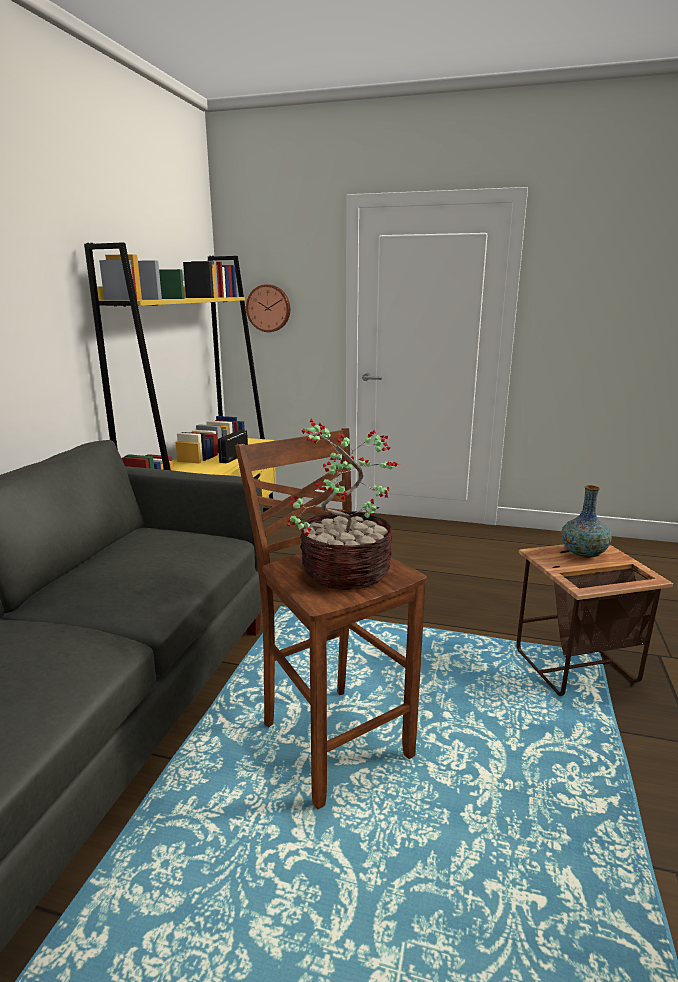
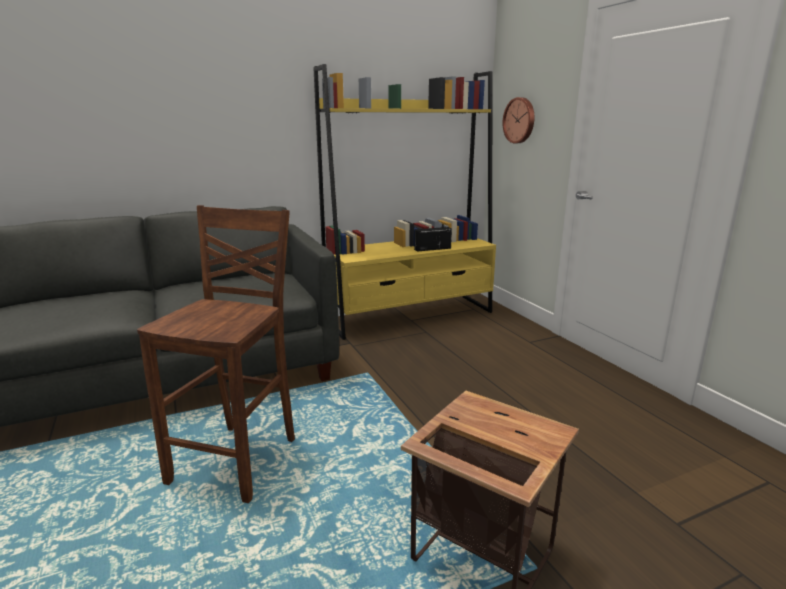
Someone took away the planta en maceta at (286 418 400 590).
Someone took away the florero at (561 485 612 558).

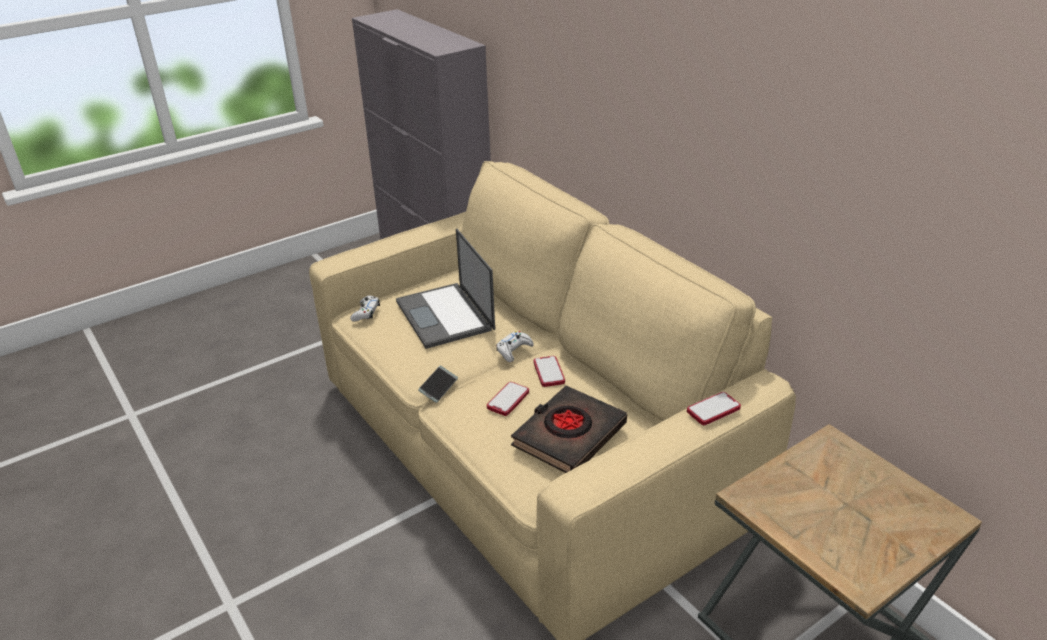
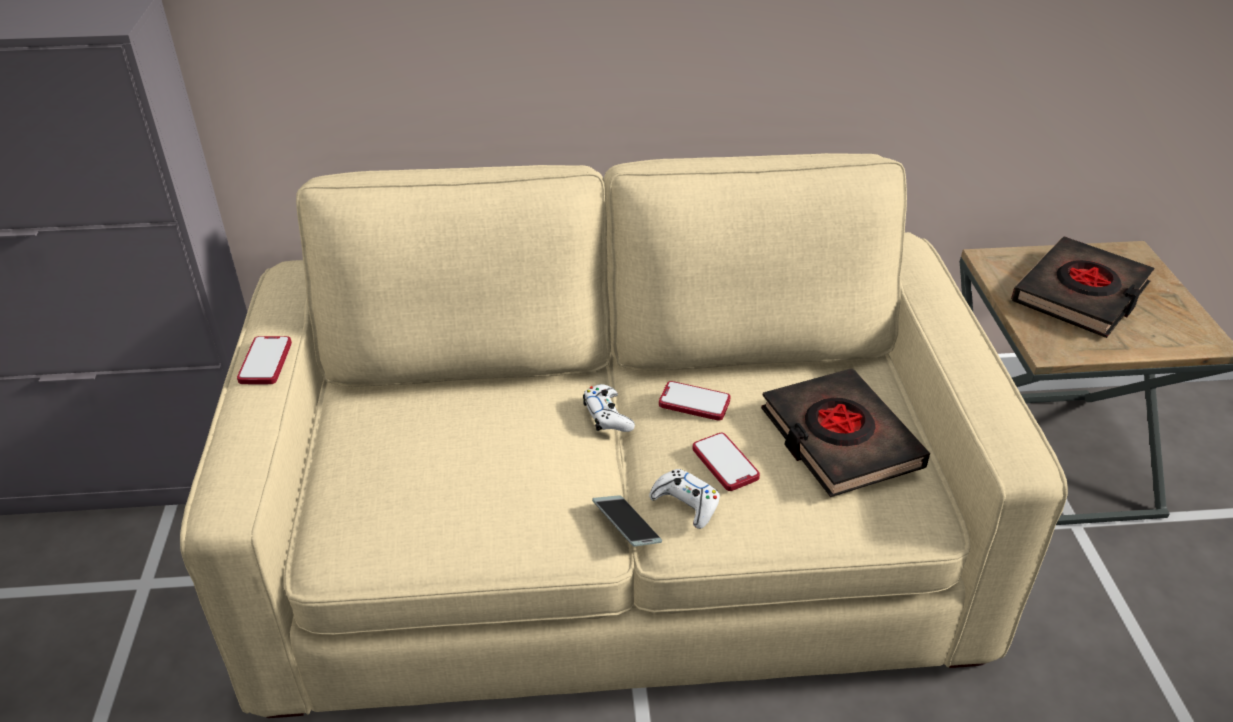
Someone carried the mando de consola (blanco) from (350 295 380 321) to (649 469 720 529).
Someone took away the portátil at (396 229 495 349).
Someone carried the móvil from (687 392 741 425) to (237 336 292 384).
Someone put down the libro (negro) at (1011 237 1154 338).

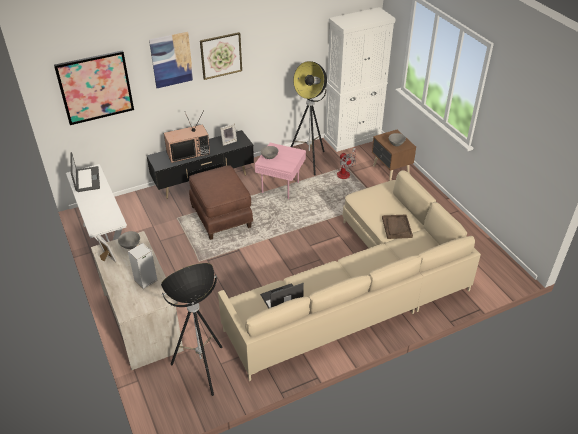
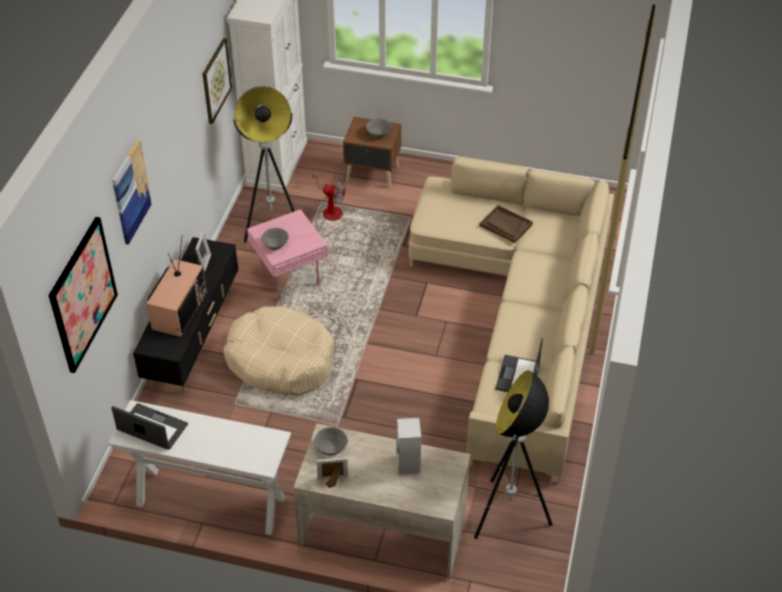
Someone swapped the puf (marrón) at (189 165 253 240) for the cama para perro (beis) at (223 306 334 395).
Someone carried the cuadro from (200 32 242 80) to (203 38 232 124).

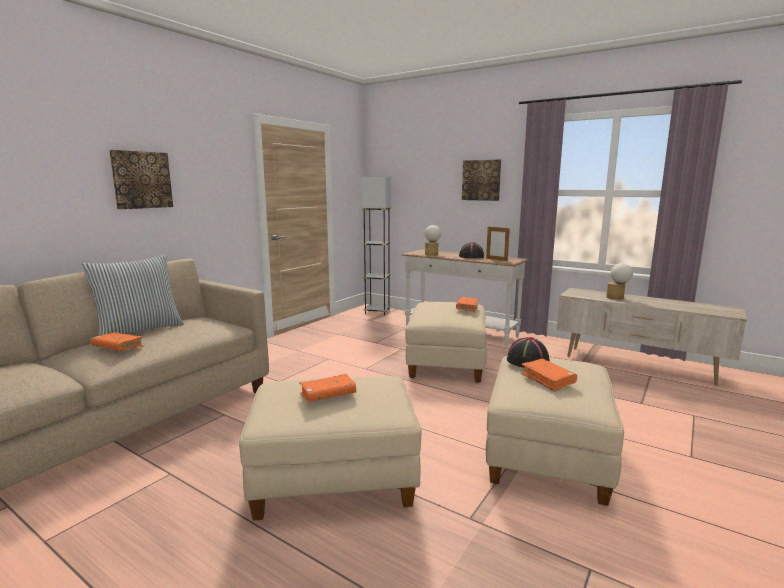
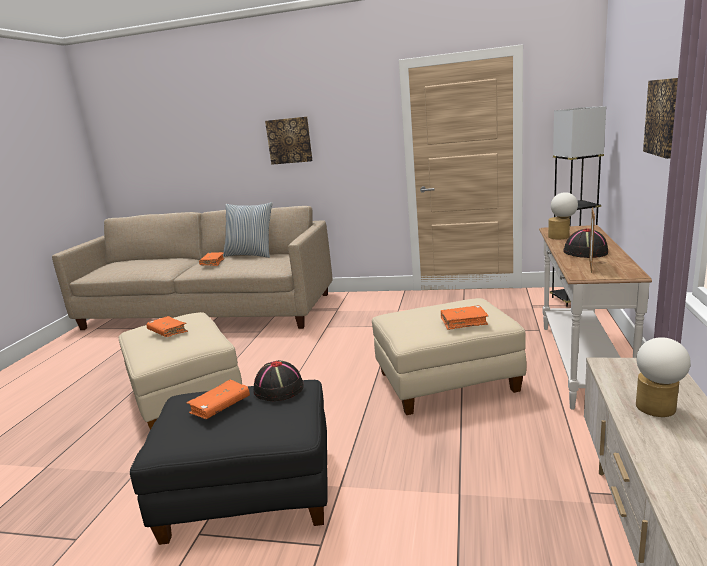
Someone repainted the puf (beis) at (486 356 624 506), which became the puf (negro) at (130 380 328 545).

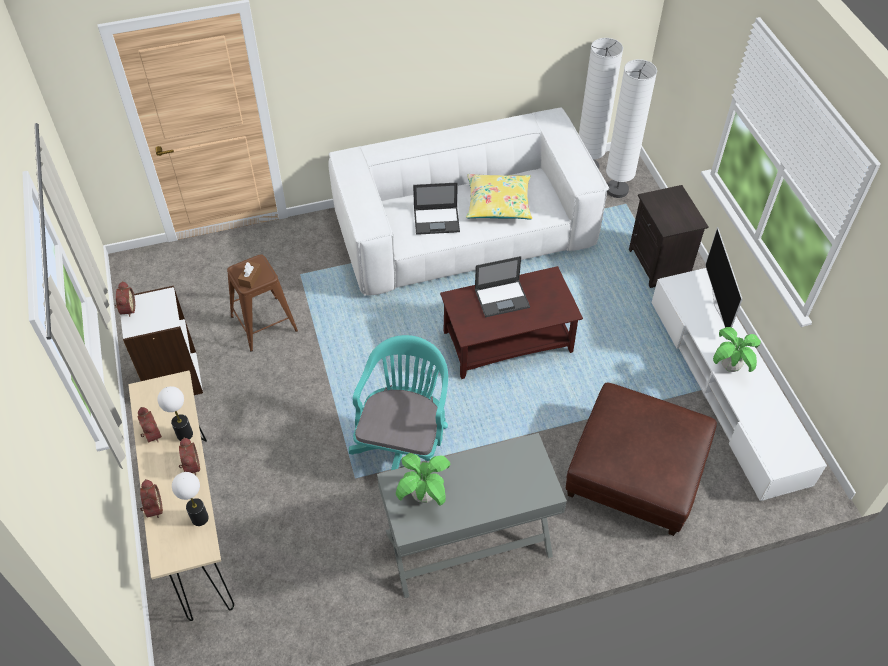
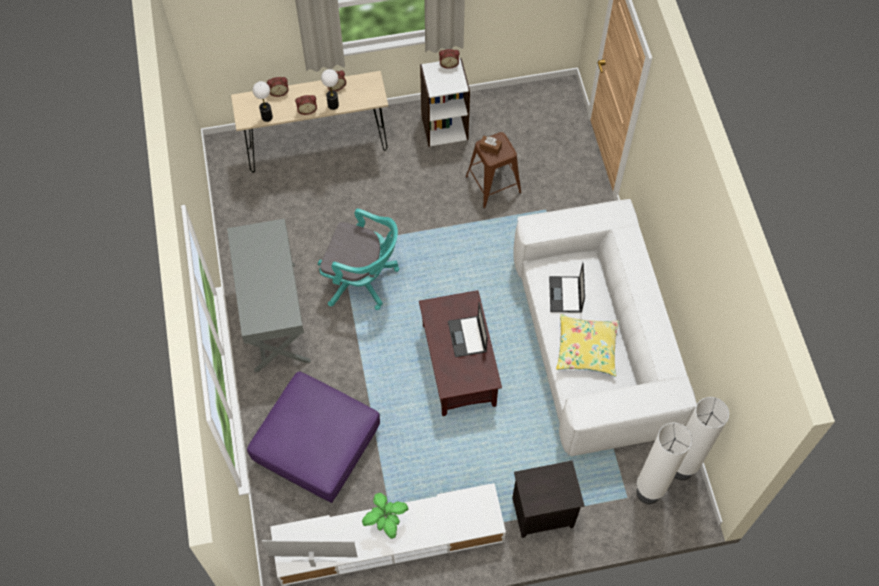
Someone took away the planta en maceta at (396 453 450 506).
Someone repainted the puf (marrón) at (566 382 717 536), which became the puf (morado) at (247 371 380 503).
Someone carried the televisor from (705 227 743 328) to (262 540 357 567).

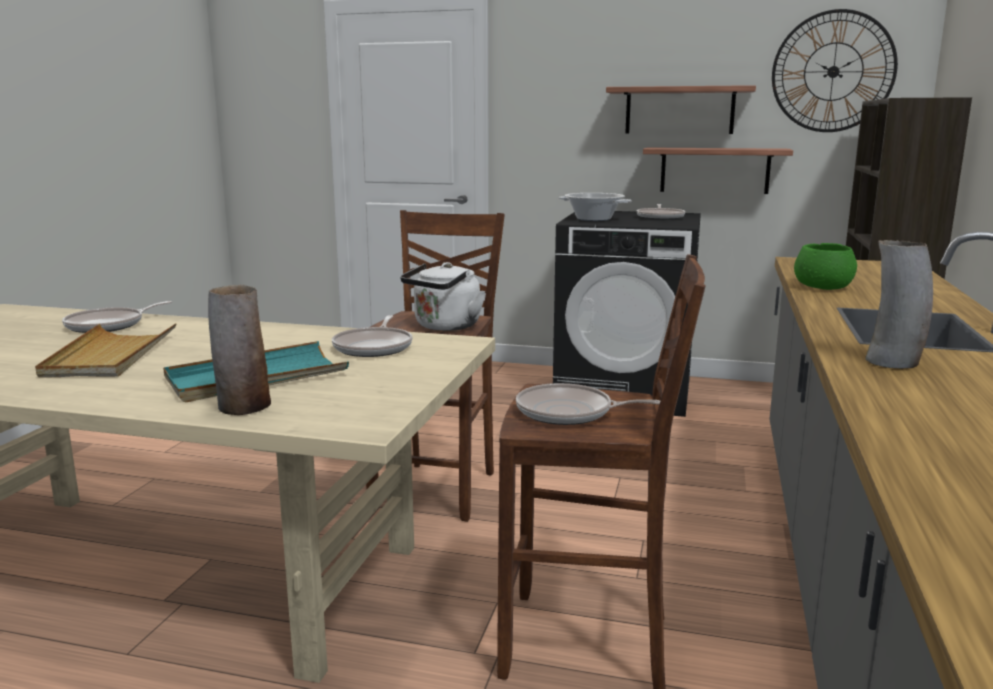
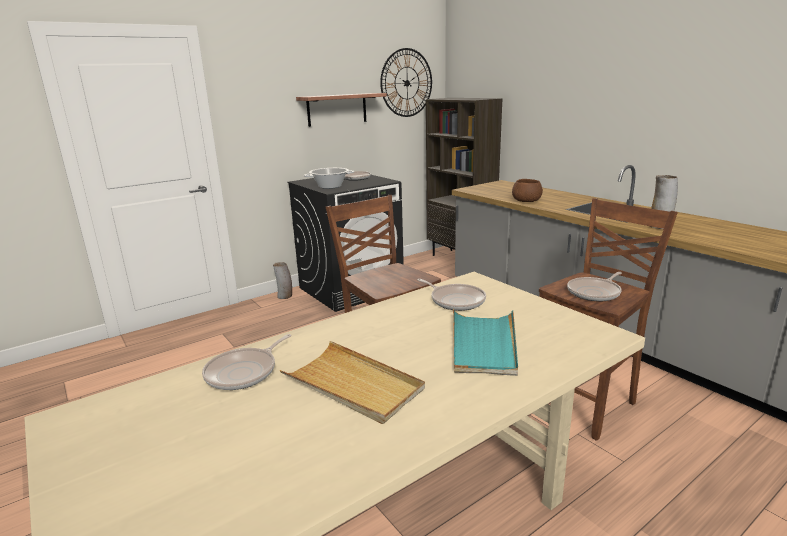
Someone rotated the sartén at (62 301 172 333) by 45 degrees clockwise.
Someone carried the florero from (208 285 271 415) to (273 262 292 299).
Someone took away the hervidor (blanco) at (400 262 485 331).
Someone took away the estante at (643 147 793 194).
Someone repainted the cuenco (verde) at (794 243 857 290), which became the cuenco (marrón) at (512 179 543 202).

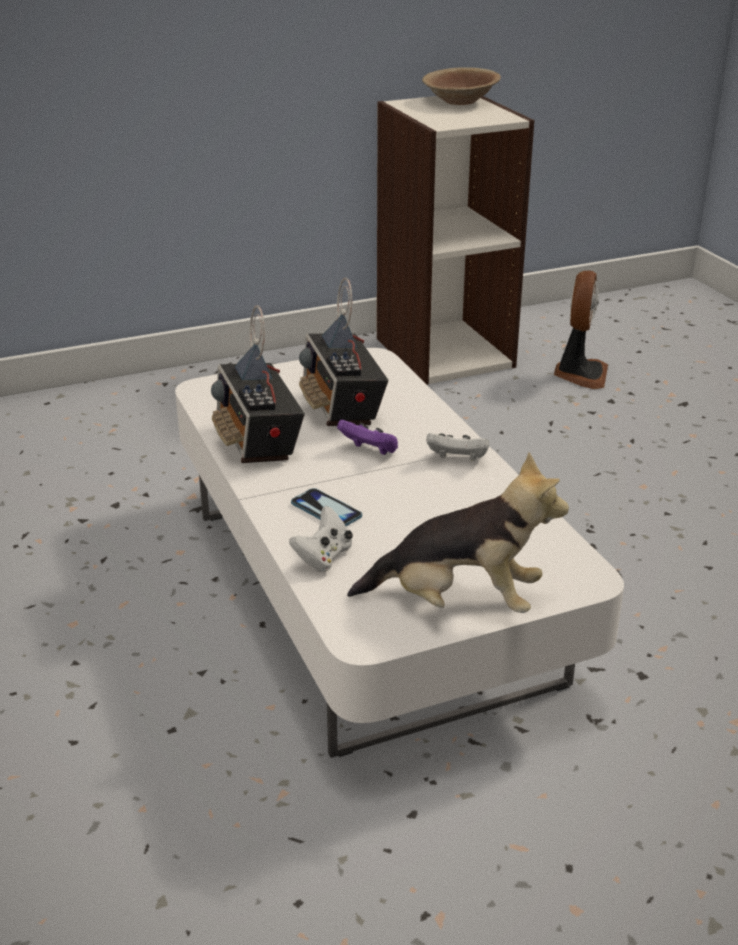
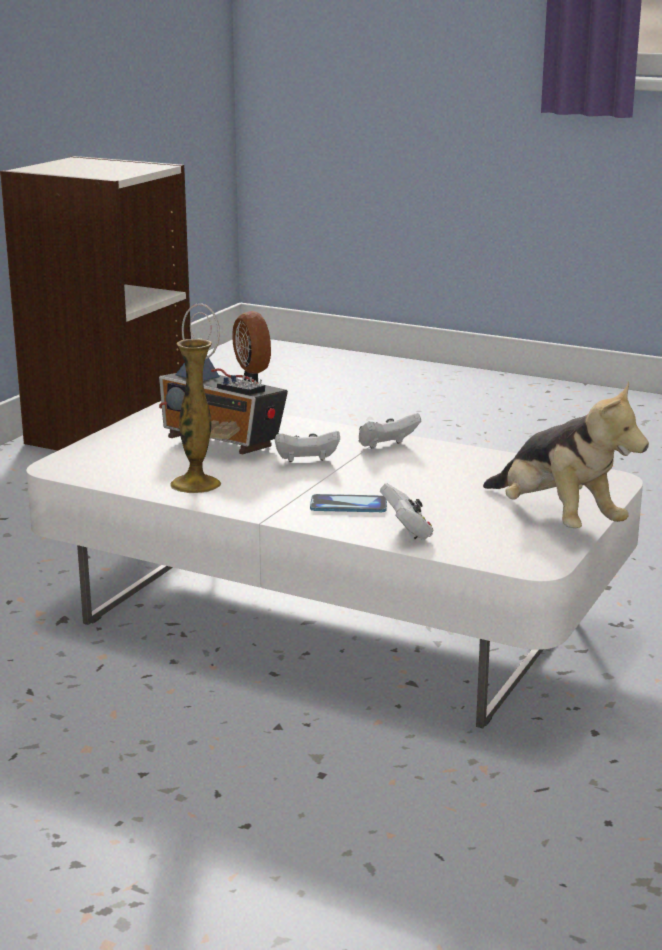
Someone swapped the radio at (211 305 305 463) for the florero at (170 339 221 493).
Someone repainted the mando de consola (morado) at (337 419 398 455), which became the mando de consola (blanco) at (275 431 340 462).
Someone rotated the peluche at (347 452 569 613) by 90 degrees clockwise.
Someone took away the cuenco (marrón) at (422 67 501 105).

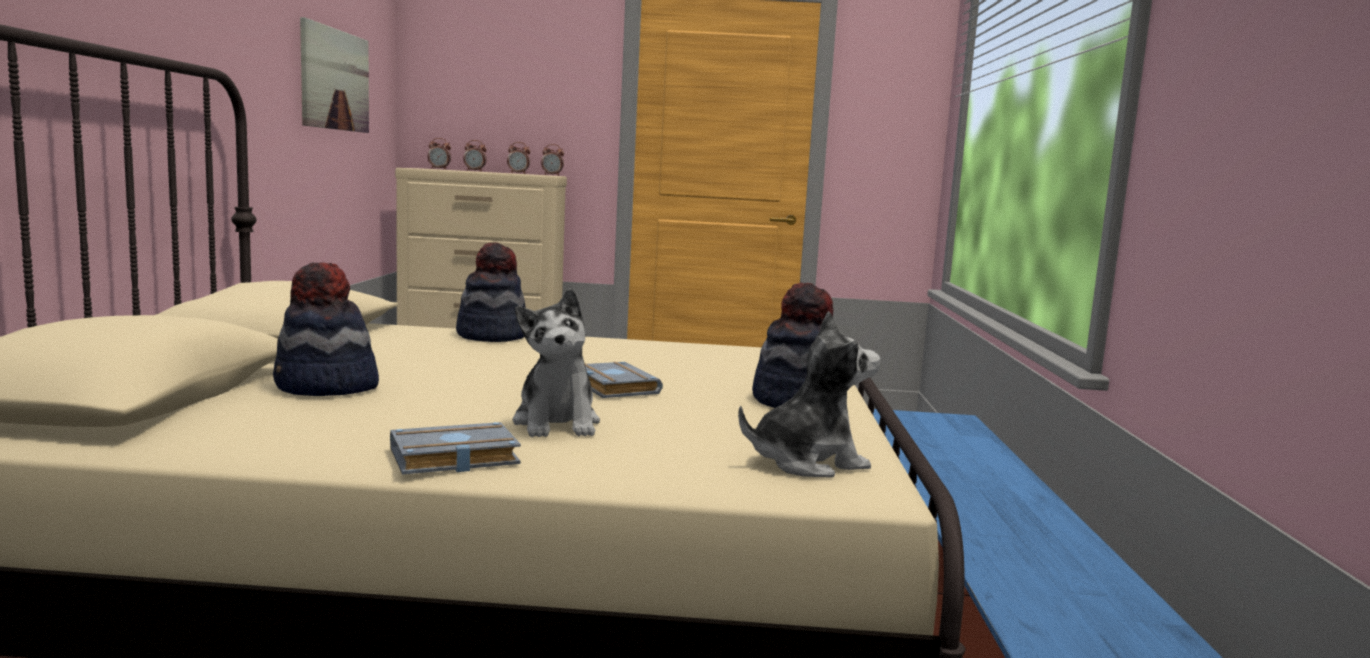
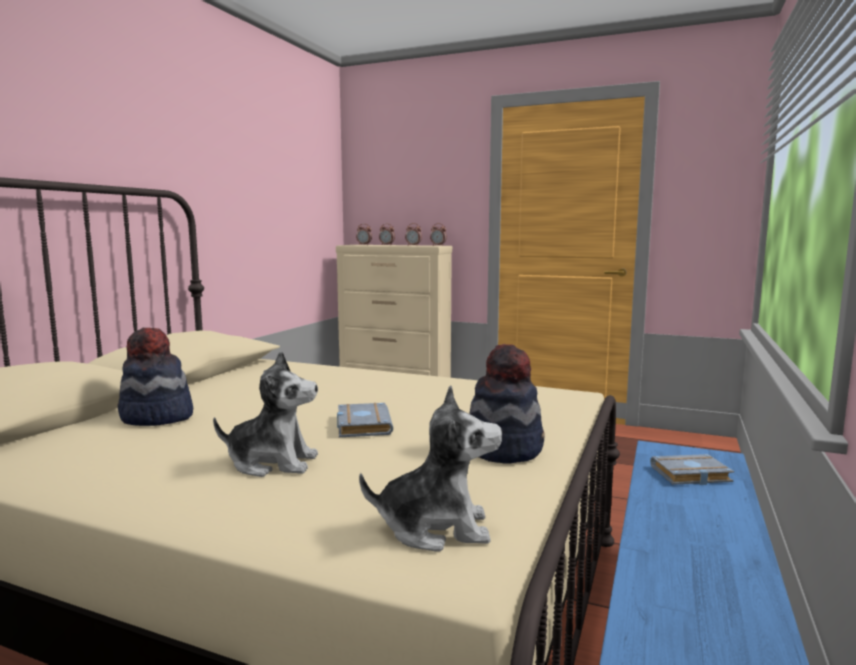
Someone took away the cuadro at (300 17 369 133).
Someone carried the libro (gris) from (390 422 521 475) to (650 454 734 485).
Someone took away the sombrero at (456 242 526 342).
Someone rotated the peluche at (513 288 600 437) by 90 degrees counterclockwise.

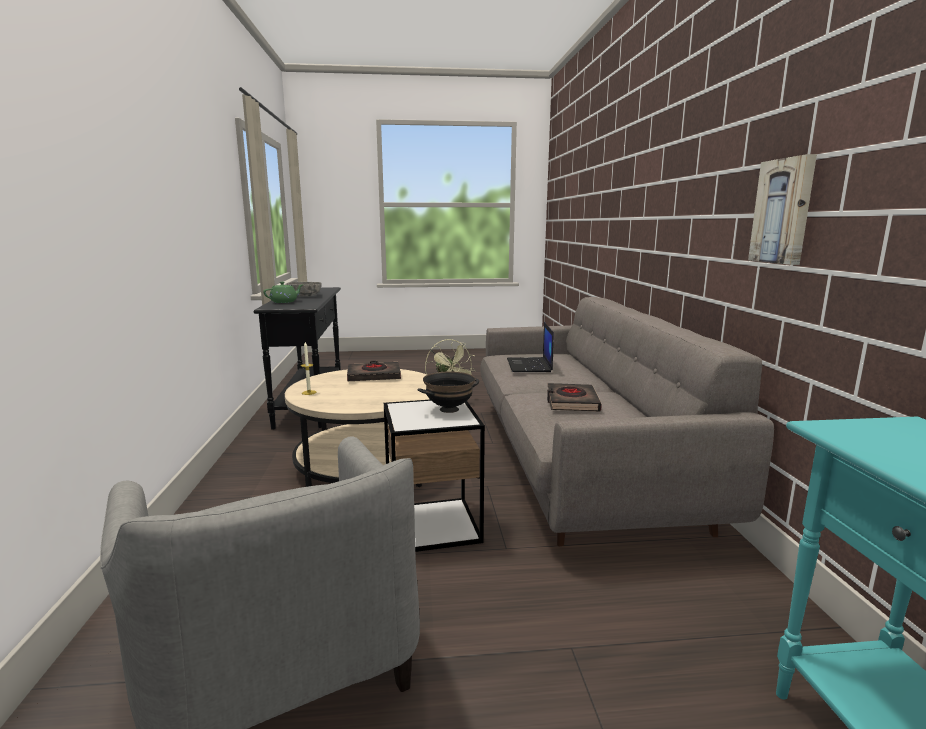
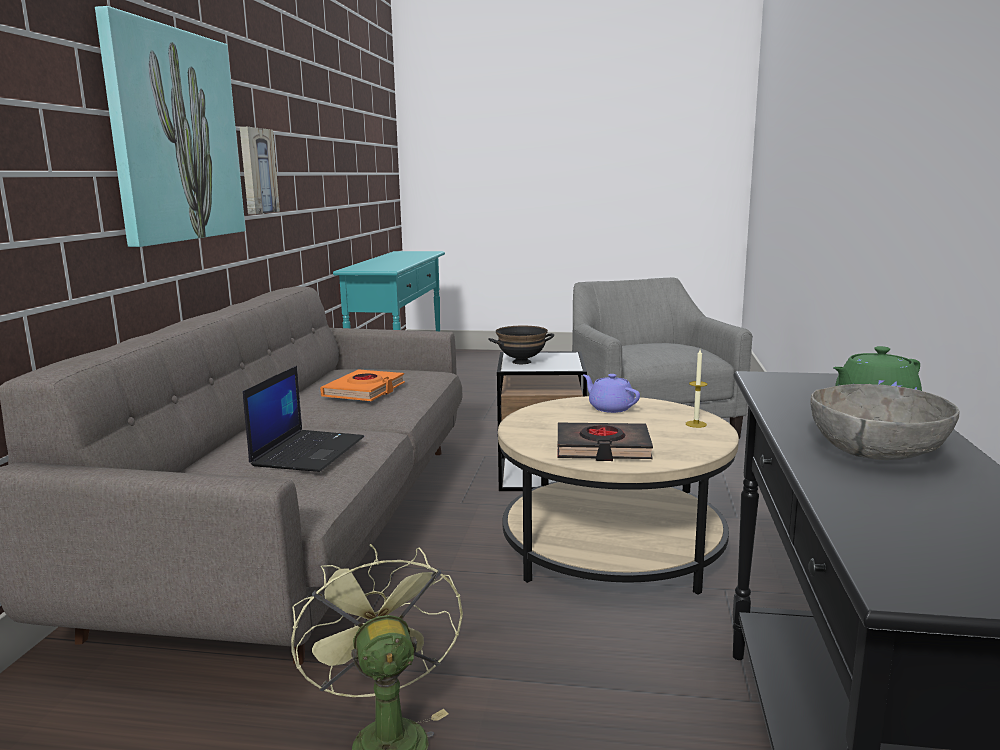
Someone repainted the libro (negro) at (547 383 602 412), which became the libro (naranja) at (320 369 405 401).
Someone put up the cuadro at (95 6 246 247).
Someone put down the tetera (morado) at (583 374 640 413).

